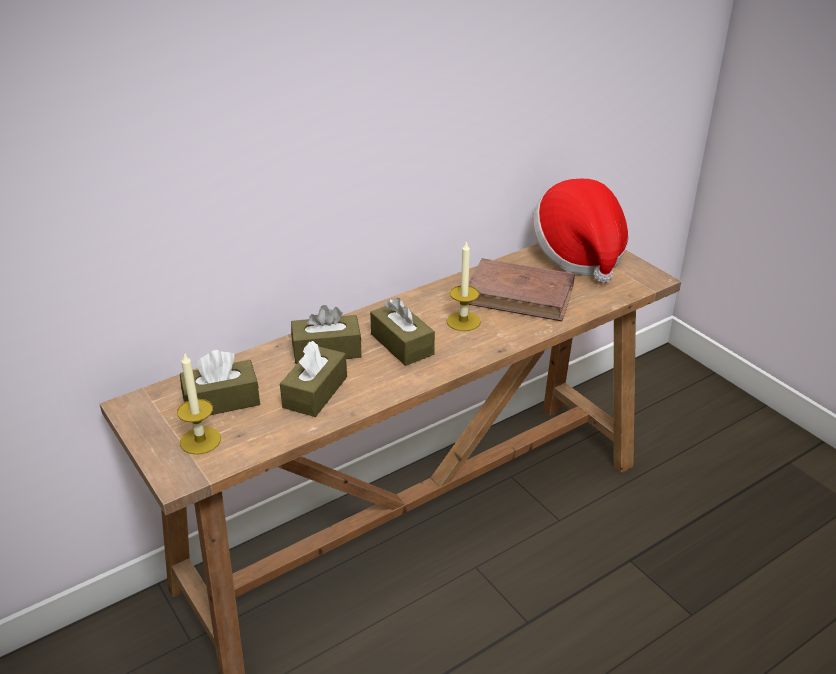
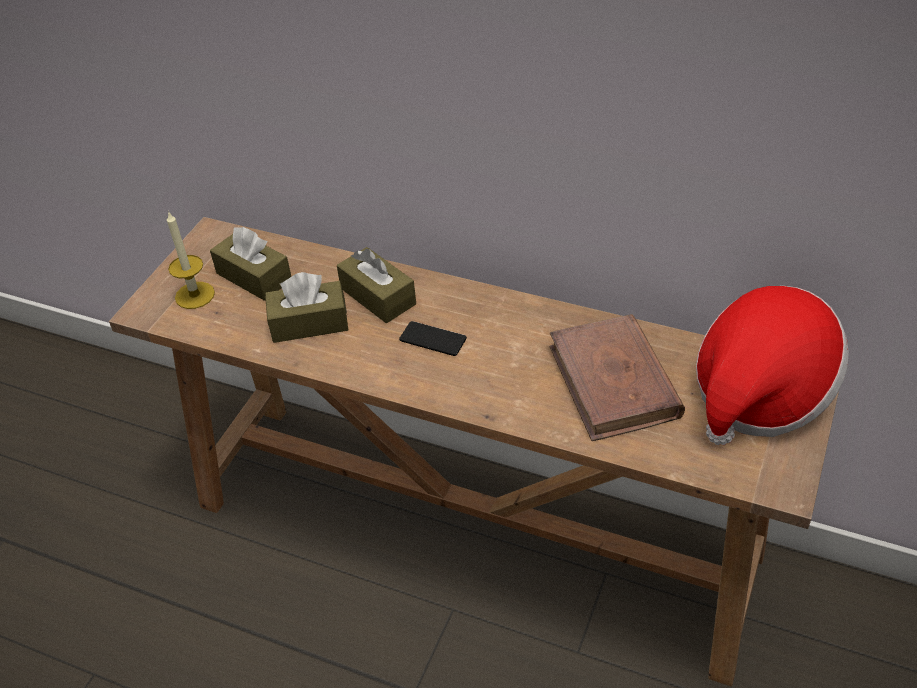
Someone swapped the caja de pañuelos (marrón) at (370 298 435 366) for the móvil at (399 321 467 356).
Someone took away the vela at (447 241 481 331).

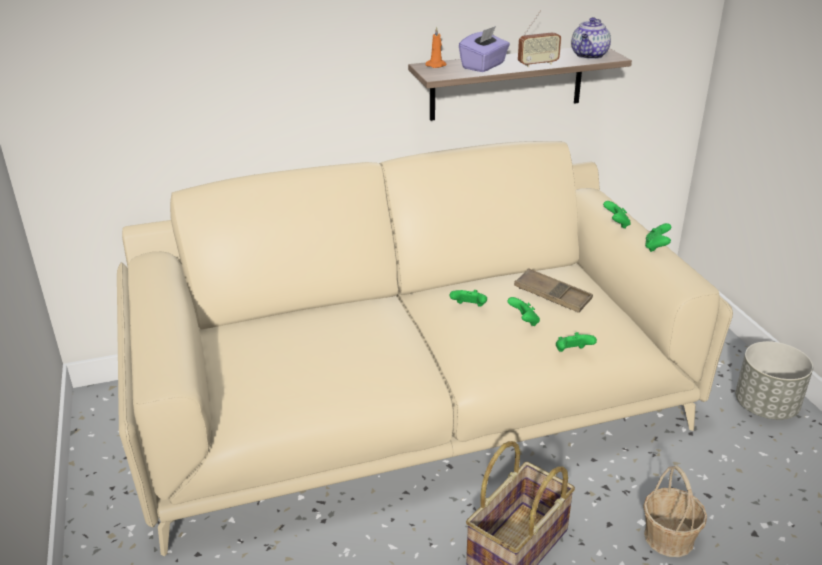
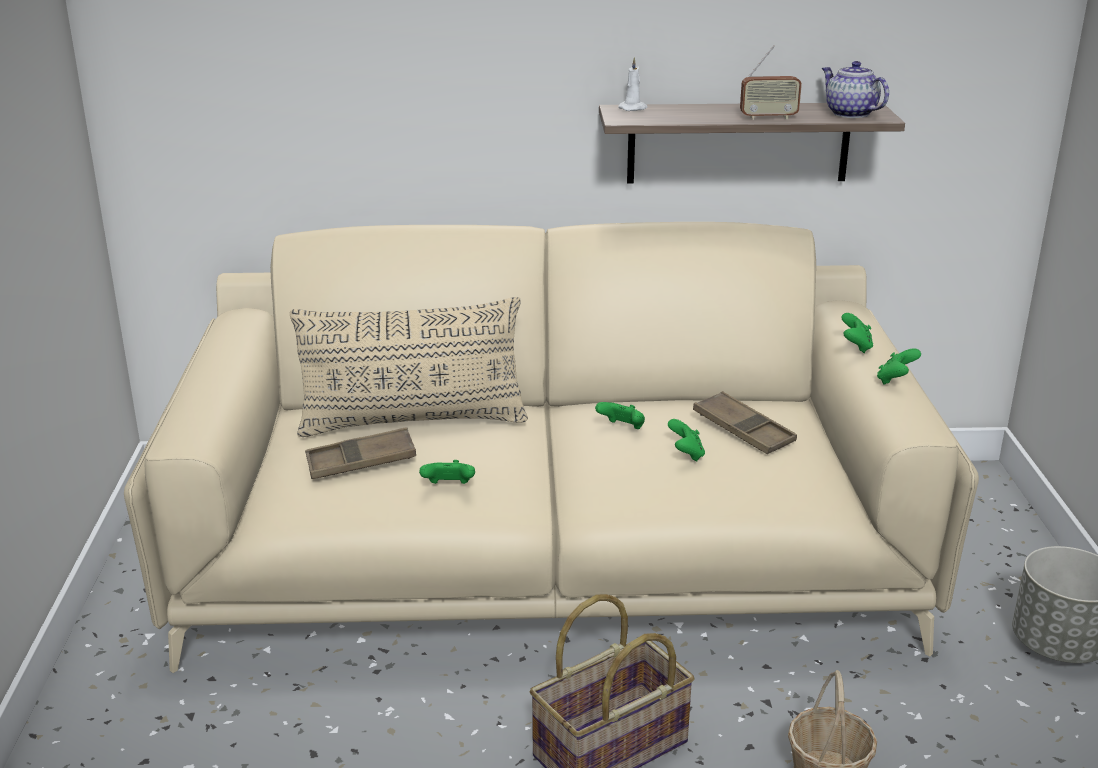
Someone repainted the vela (naranja) at (425 27 447 68), which became the vela (blanco) at (618 57 647 111).
Someone took away the caja de pañuelos (morado) at (459 26 510 72).
Someone carried the mando de consola (verde) from (556 332 597 352) to (419 460 475 484).
Someone rotated the tetera at (571 17 611 59) by 105 degrees clockwise.
Someone put down the cojín (beis) at (290 297 528 437).
Someone put down the bandeja (marrón) at (305 427 416 479).

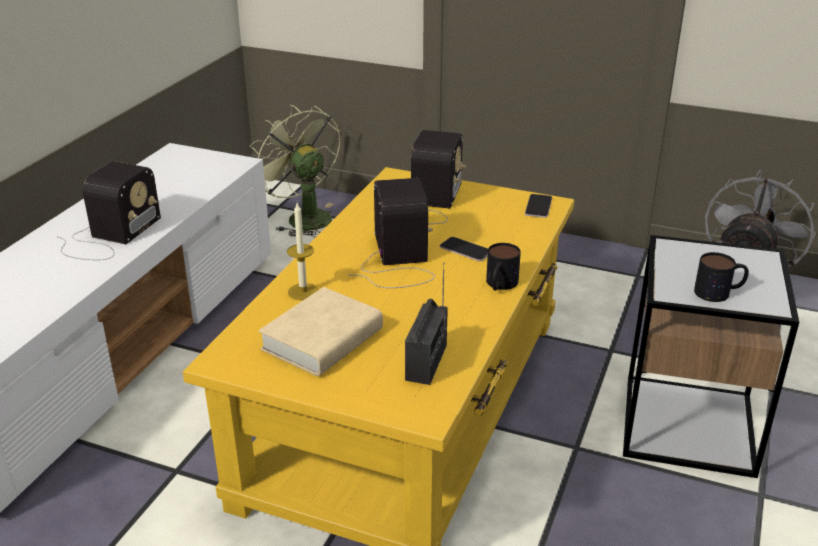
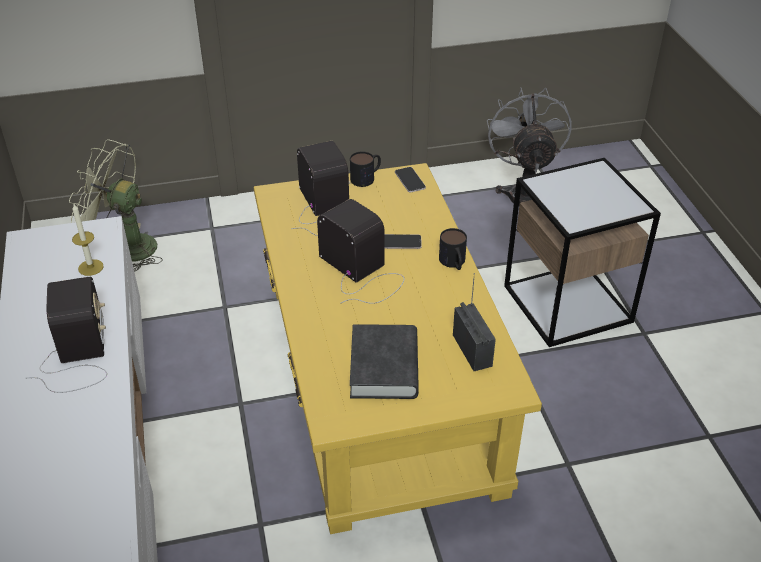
Someone repainted the libro (beis) at (259 287 383 376), which became the libro (negro) at (350 324 419 399).
Someone carried the vela from (287 203 319 300) to (72 204 104 276).
Someone carried the taza grande from (694 252 749 302) to (350 151 381 187).

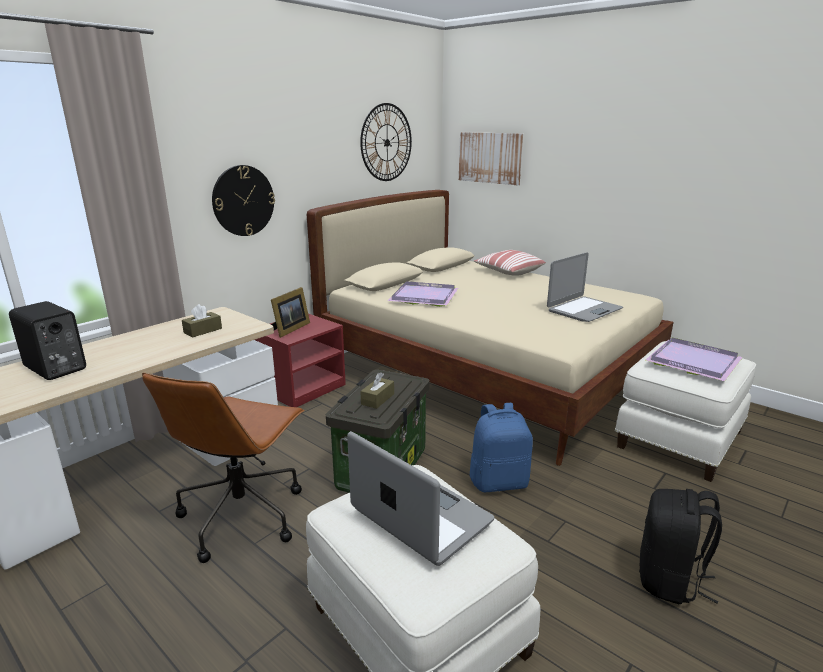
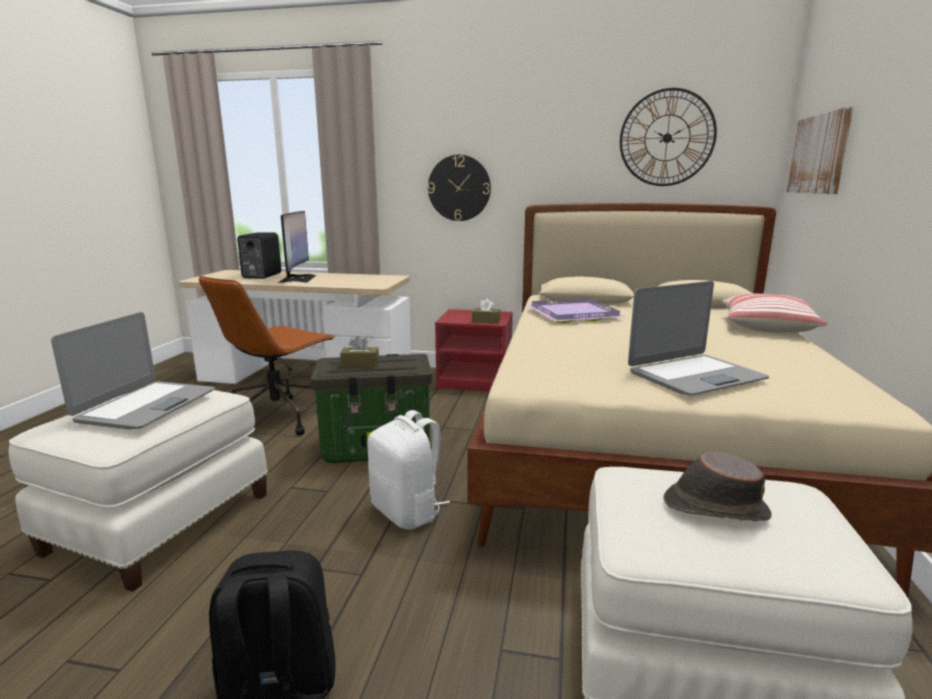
Someone rotated the silla de oficina (marrón) at (142 372 305 563) by 45 degrees counterclockwise.
Someone carried the caja de pañuelos (marrón) from (182 304 222 337) to (472 299 501 324).
Someone took away the portarretratos at (271 287 310 338).
Someone repainted the mochila (azul) at (470 403 533 492), which became the mochila (blanco) at (367 410 450 529).
Someone rotated the portátil at (547 252 623 322) by 45 degrees counterclockwise.
Someone swapped the bandeja (morado) at (646 338 743 381) for the sombrero (marrón) at (663 452 771 521).
Someone put down the monitor at (278 211 316 283).

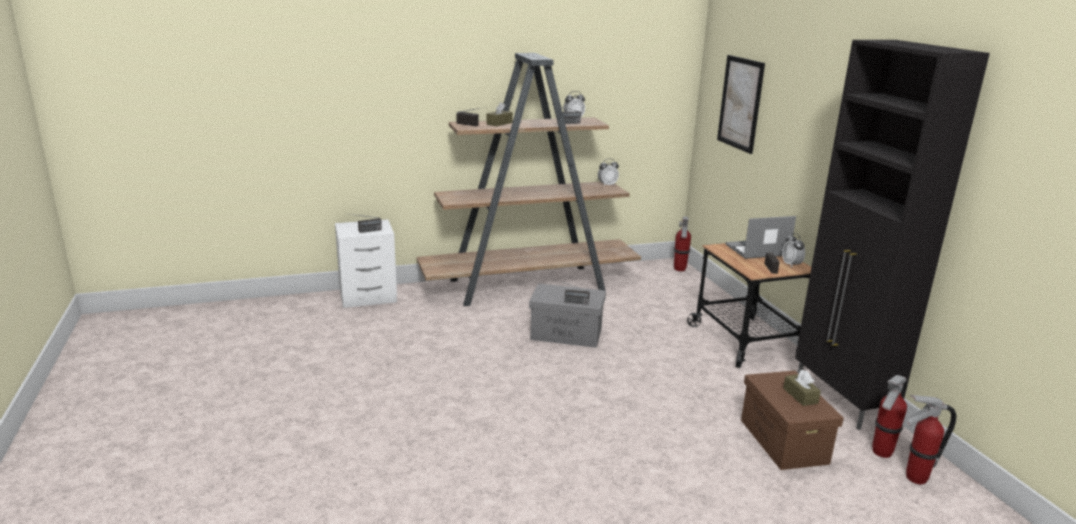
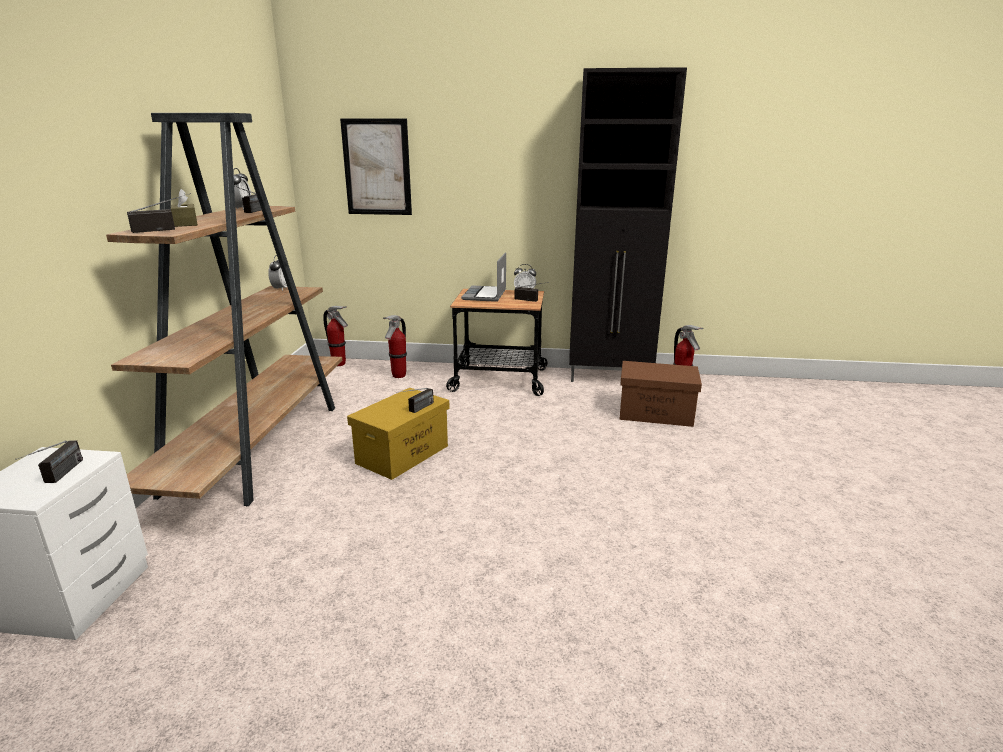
Someone repainted the caja de almacenaje (gris) at (529 283 606 348), which became the caja de almacenaje (amarillo) at (347 388 450 480).
Someone took away the caja de pañuelos (marrón) at (783 370 821 406).
Someone carried the extintor from (905 394 956 484) to (383 315 407 378).

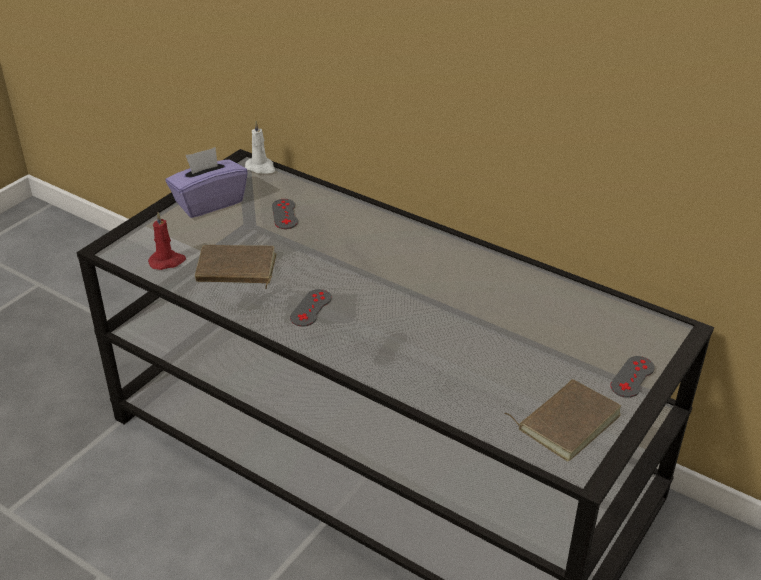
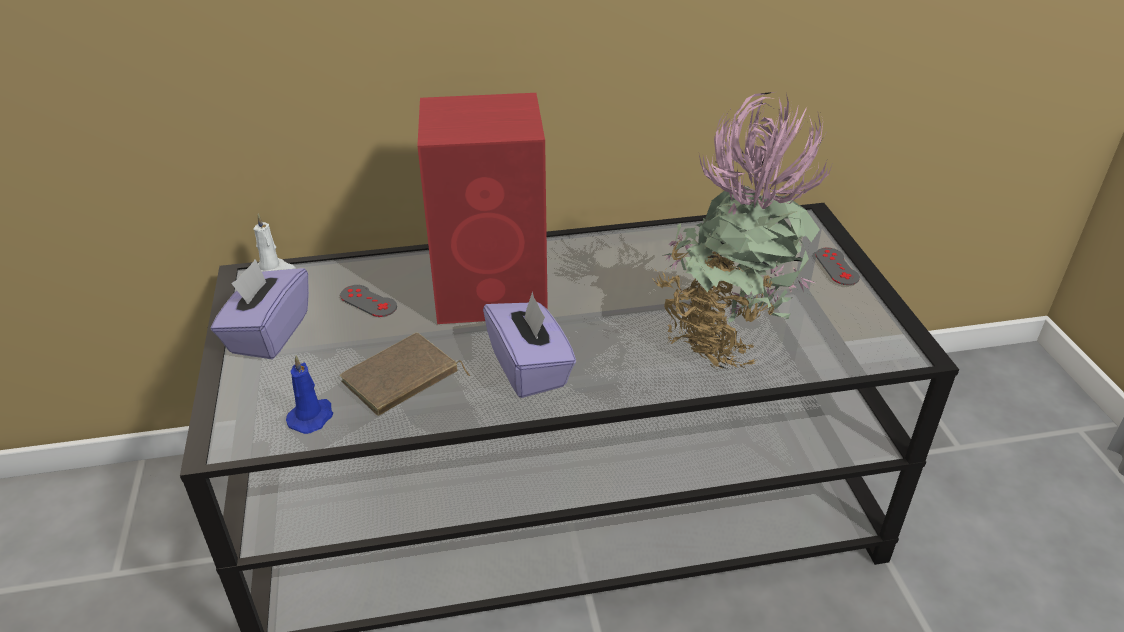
Someone repainted the vela (rojo) at (148 212 186 270), which became the vela (azul) at (286 355 333 434).
Someone swapped the mando de consola (gris) at (290 289 332 327) for the caja de pañuelos (morado) at (483 292 576 398).
Someone took away the libro (marrón) at (504 379 621 462).
Someone put down the altavoz (rojo) at (417 93 548 324).
Someone put down the planta en maceta at (652 92 832 369).

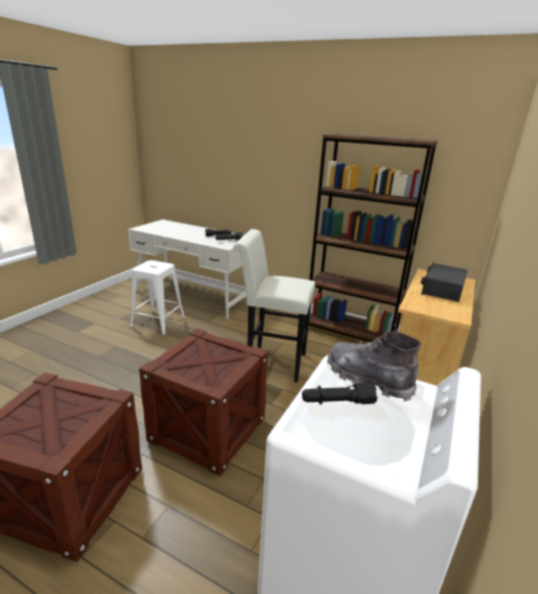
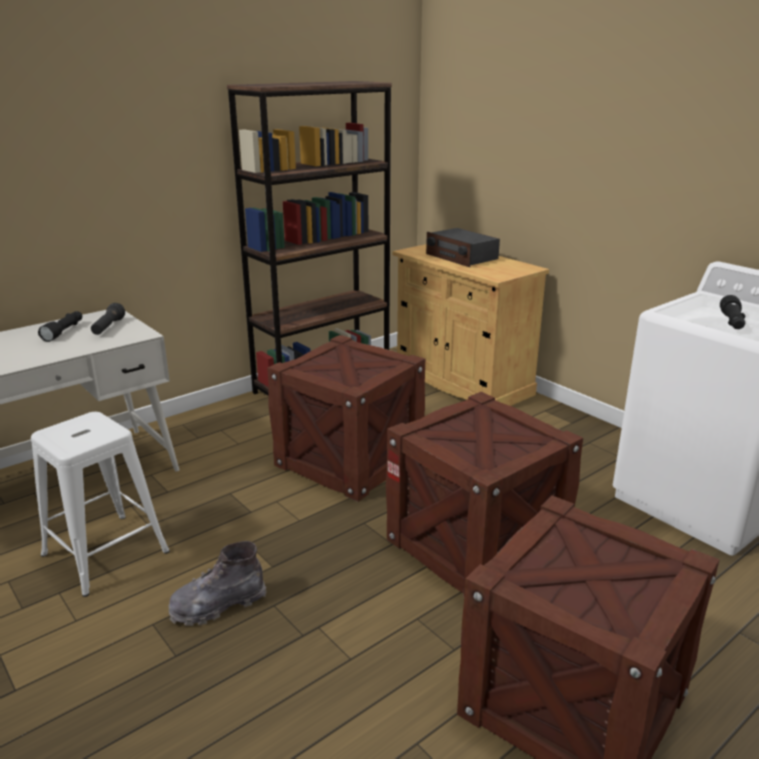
Someone swapped the taburete (blanco) at (233 229 315 382) for the caja de embalaje at (267 335 425 502).
Someone carried the bota (gris) from (327 331 421 401) to (168 541 266 626).

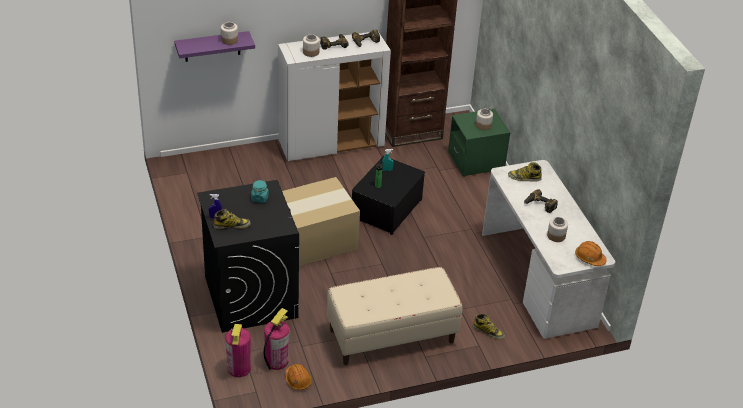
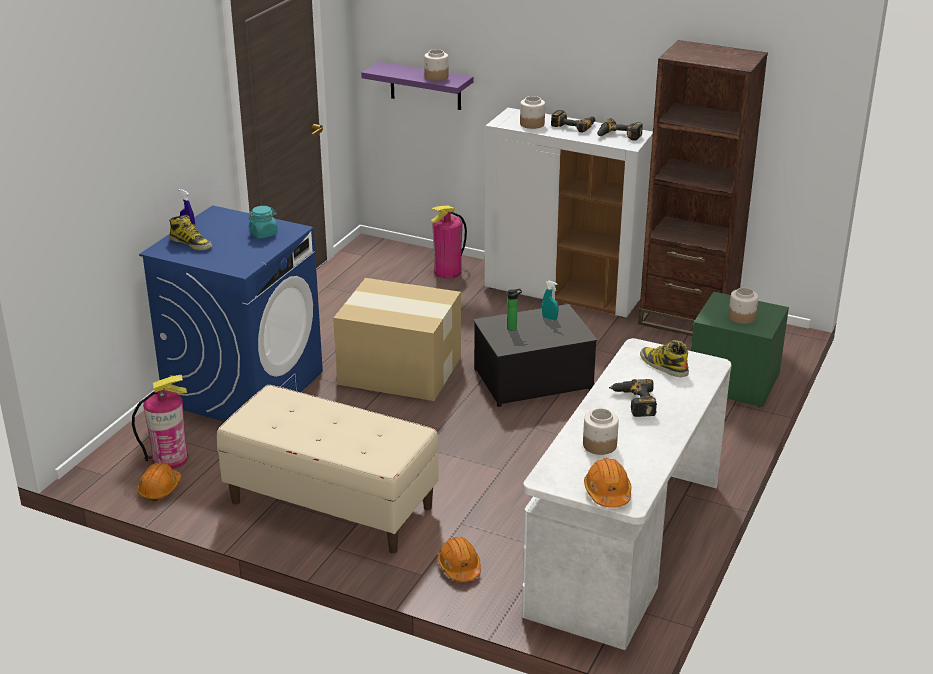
Someone repainted the lavadora (negro) at (197 180 299 333), which became the lavadora (azul) at (139 205 323 422).
Someone carried the extintor from (225 324 251 377) to (431 205 467 278).
Someone swapped the bota at (473 314 505 340) for the casco (naranja) at (438 537 481 582).

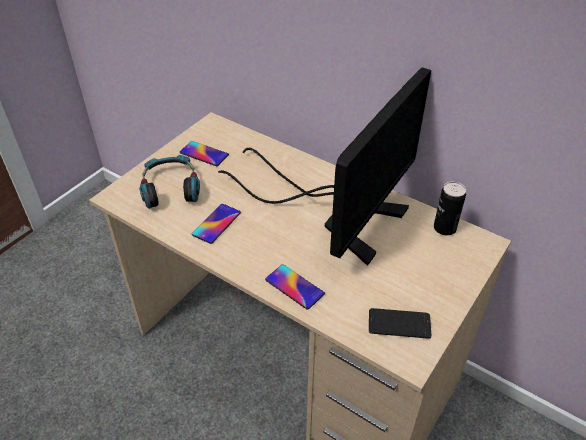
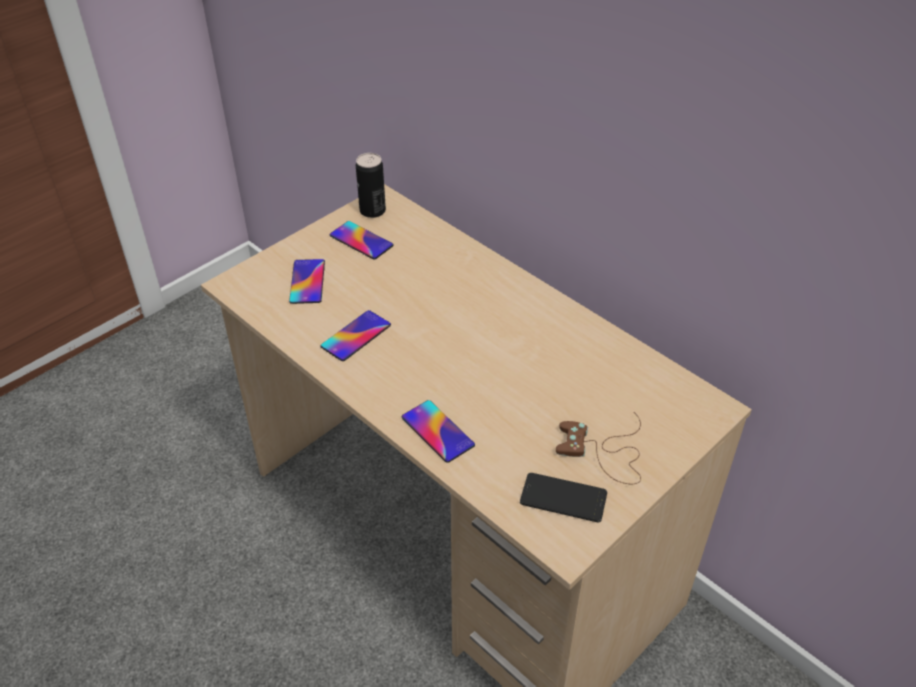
Someone swapped the auriculares at (139 155 200 209) for the móvil at (289 259 325 304).
Someone took away the monitor at (218 67 431 266).
Someone carried the lata from (434 181 466 235) to (356 153 386 218).
Someone put down the mando de consola (marrón) at (556 412 641 484).

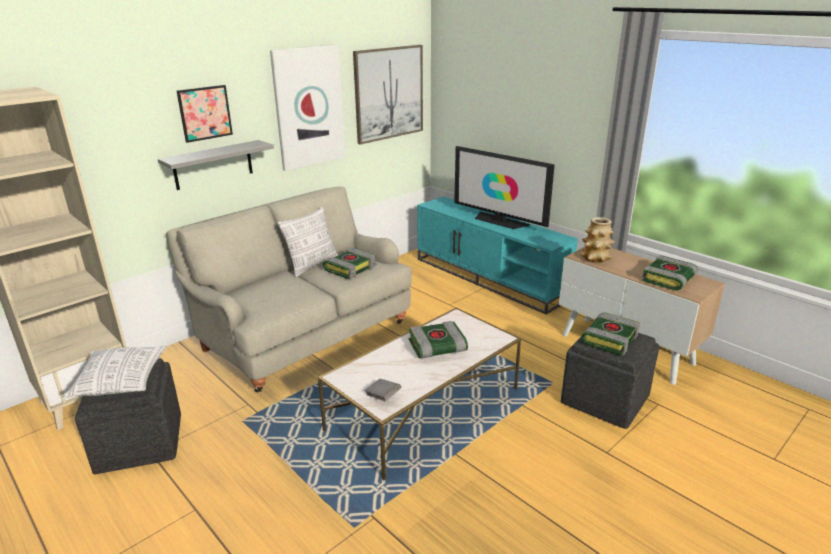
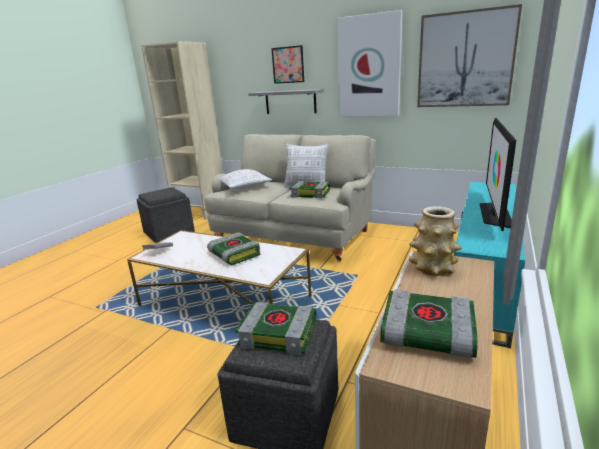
Someone carried the cojín from (62 346 167 398) to (220 169 273 189).

